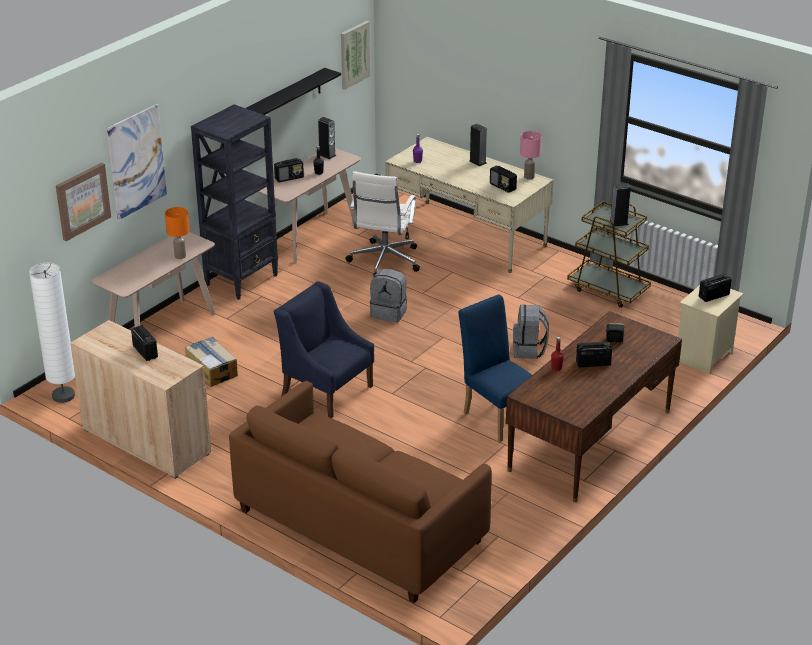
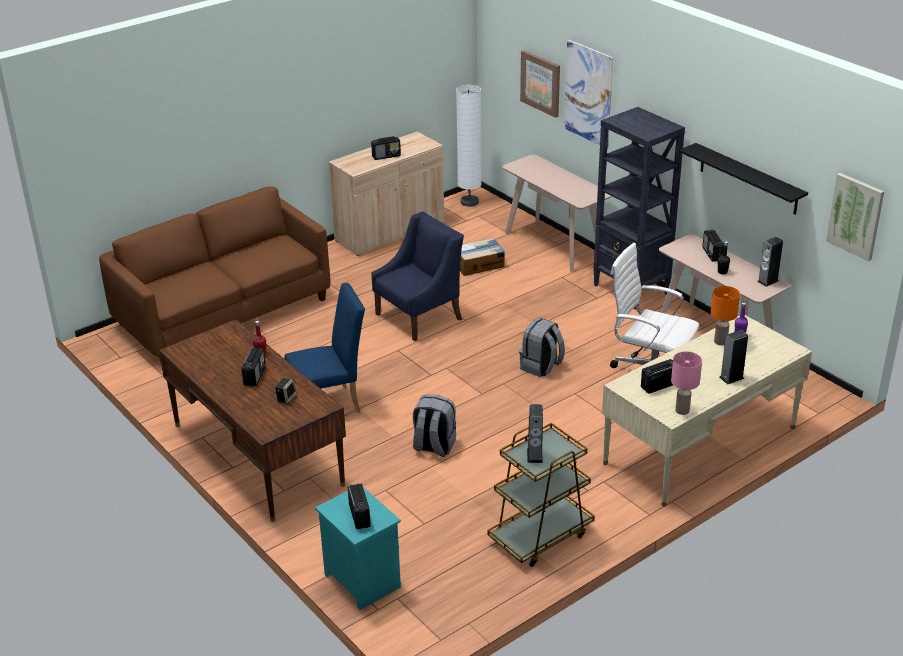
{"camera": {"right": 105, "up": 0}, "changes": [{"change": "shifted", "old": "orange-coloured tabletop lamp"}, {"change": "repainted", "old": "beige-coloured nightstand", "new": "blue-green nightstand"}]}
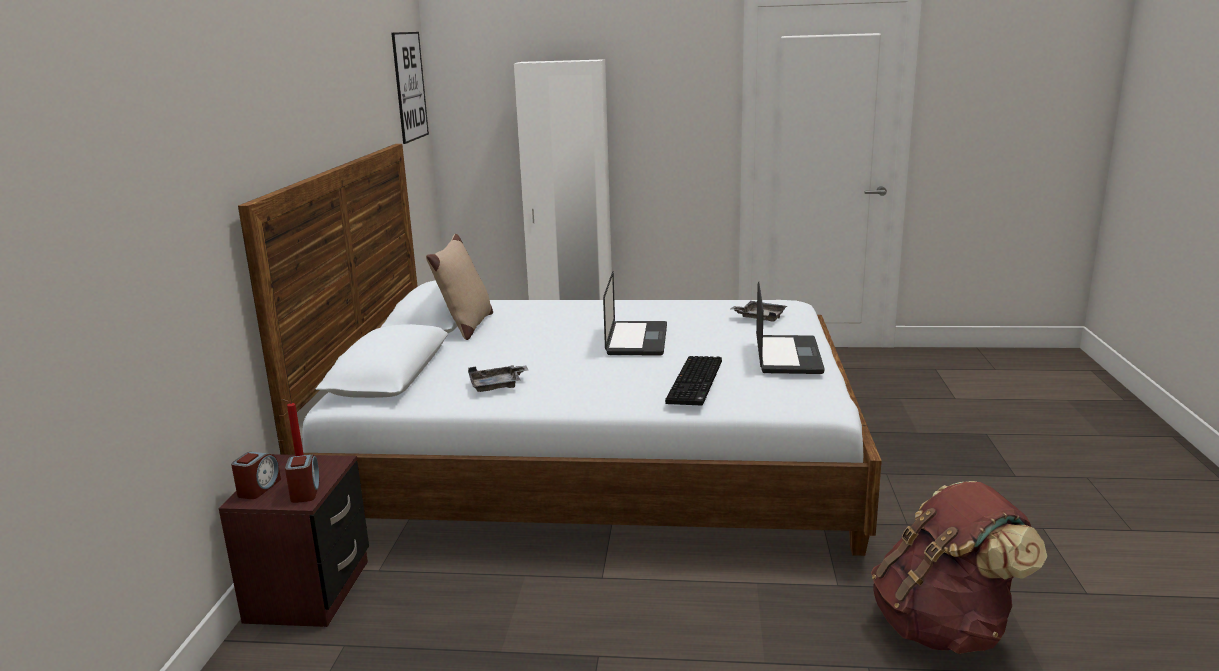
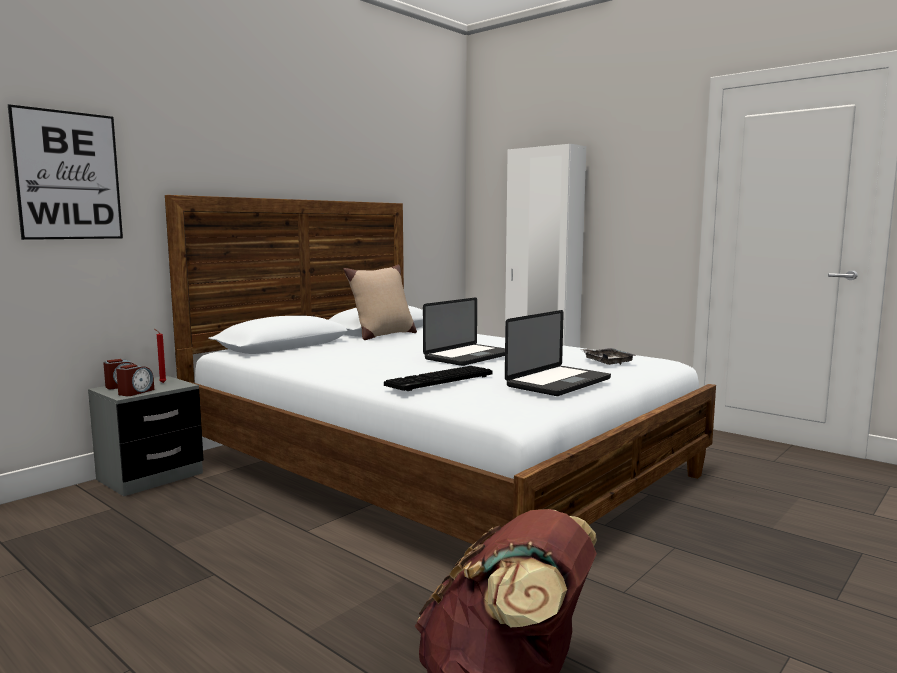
{"camera": {"right": 35, "up": -10}, "changes": [{"change": "repainted", "old": "brown nightstand", "new": "gray nightstand"}, {"change": "shifted", "old": "wall art"}, {"change": "gone", "old": "gray carrying tray (no. 1 from left)"}]}
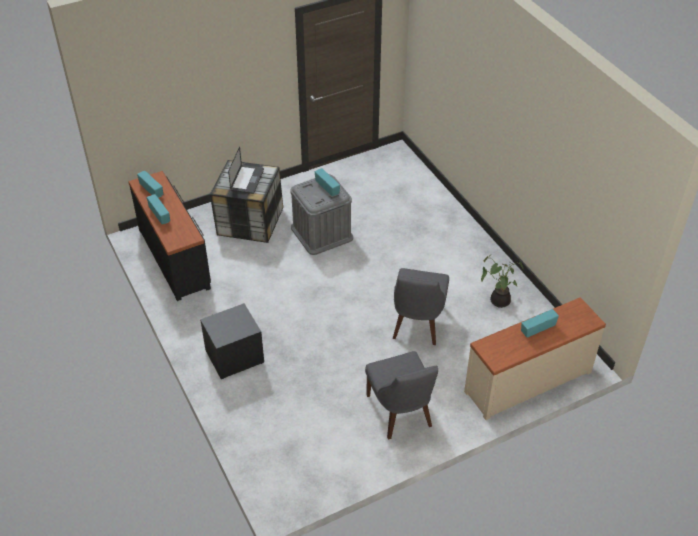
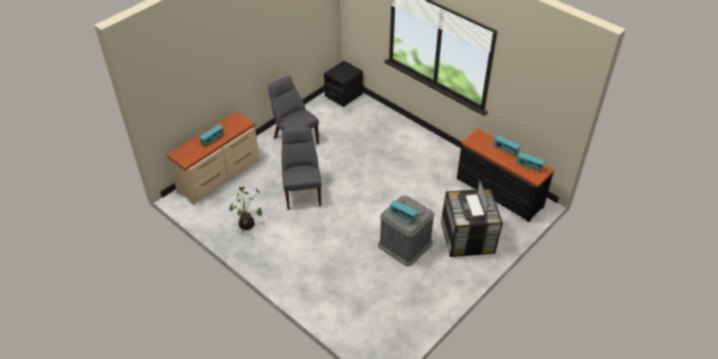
{"camera": {"right": 160, "up": 0}, "changes": [{"change": "shifted", "old": "black-coloured nightstand"}]}
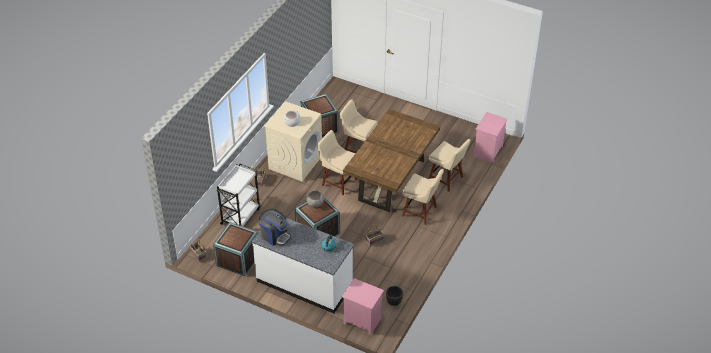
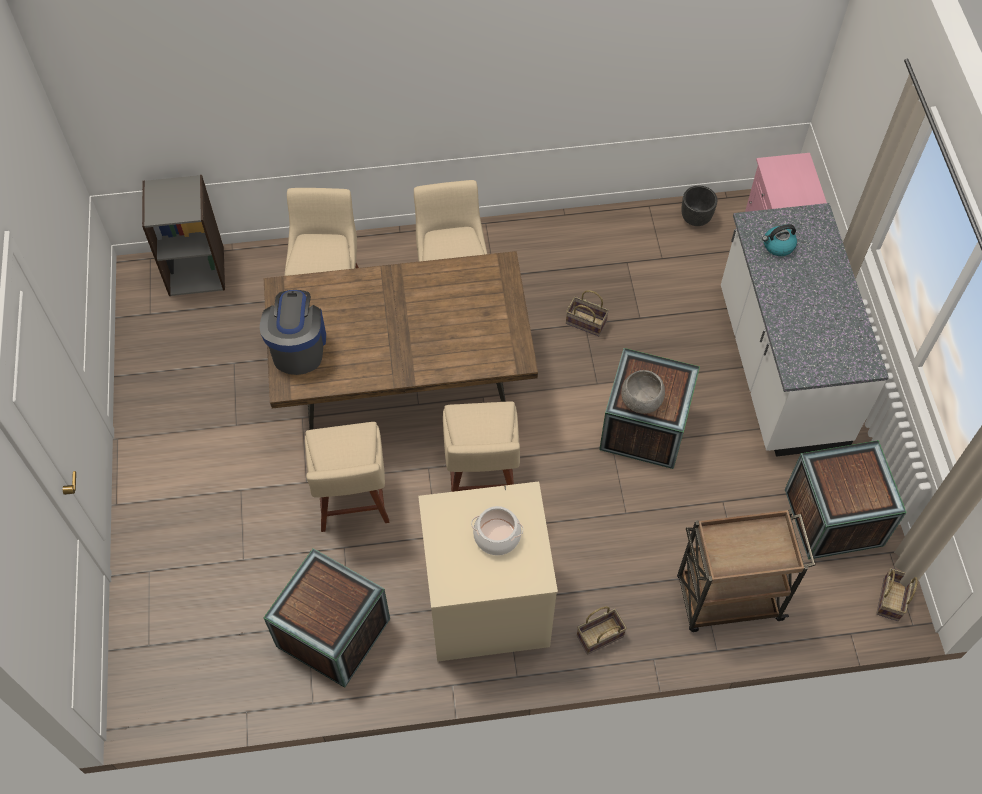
{"camera": {"right": -125, "up": 15}, "changes": [{"change": "repainted", "old": "white cart", "new": "brown cart"}, {"change": "shifted", "old": "coffee machine"}, {"change": "swapped", "old": "pink nightstand (no. 2 from left)", "new": "gray shelving unit"}]}
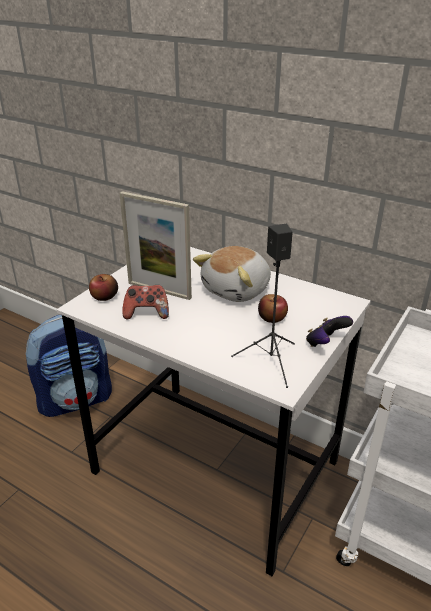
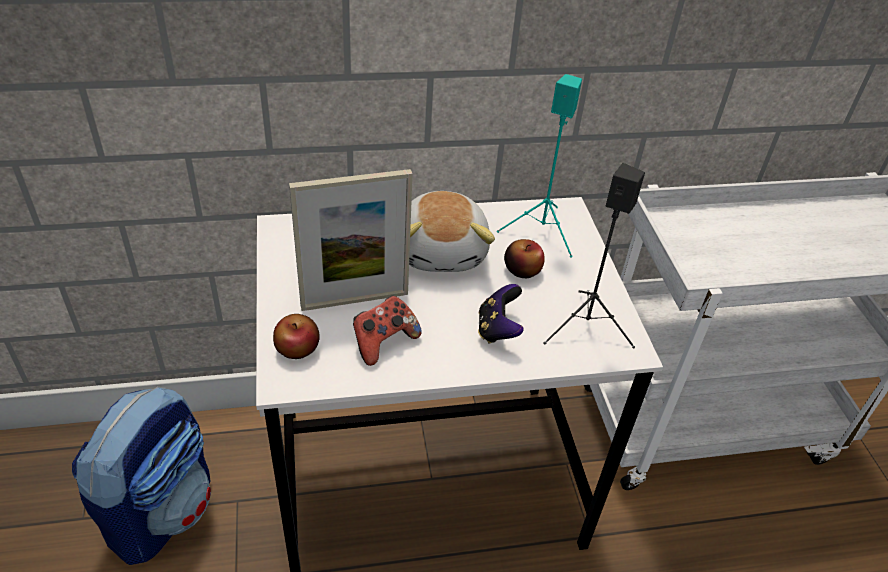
{"camera": {"right": -45, "up": 10}, "changes": [{"change": "shifted", "old": "joypad (no. 2 from left)"}, {"change": "new", "new": "blue-green audio speaker"}]}
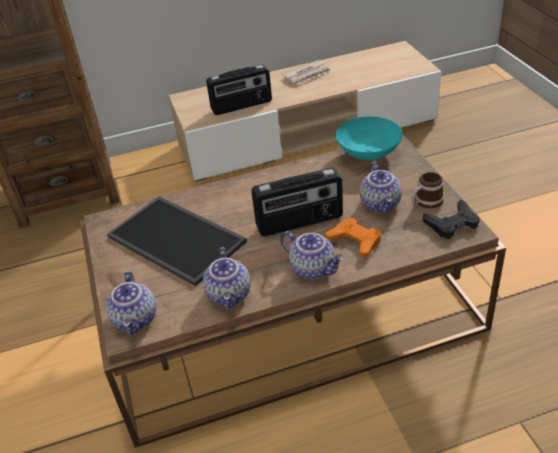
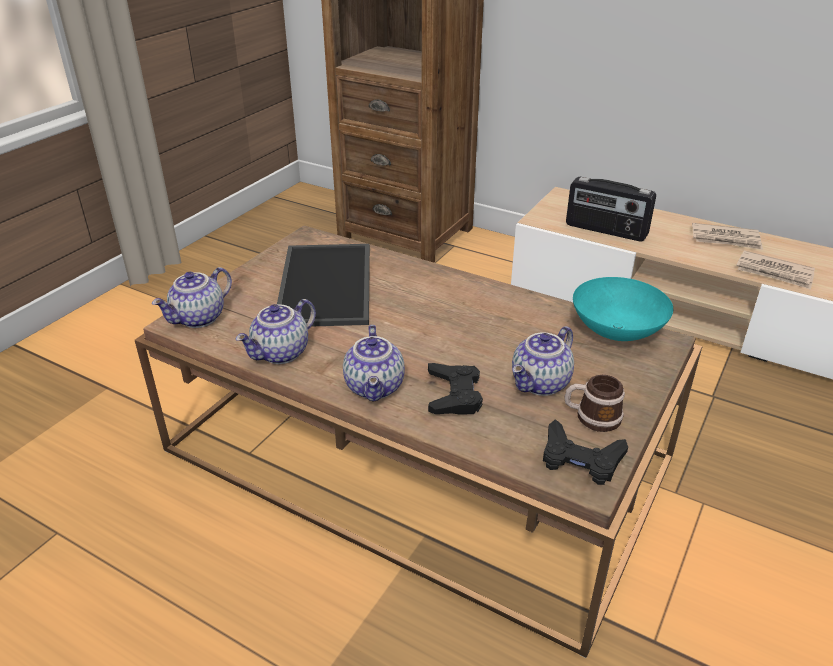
{"camera": {"right": 45, "up": -5}, "changes": [{"change": "gone", "old": "radio (no. 2 from left)"}, {"change": "repainted", "old": "orange-coloured joypad", "new": "black-coloured joypad (no. 1 from left)"}, {"change": "new", "new": "printed paper (no. 2 from left)"}]}
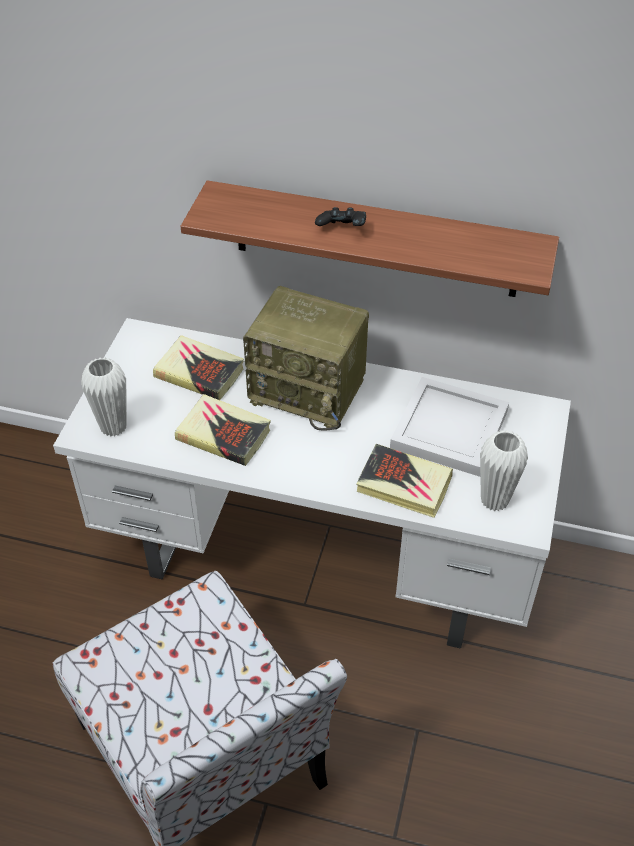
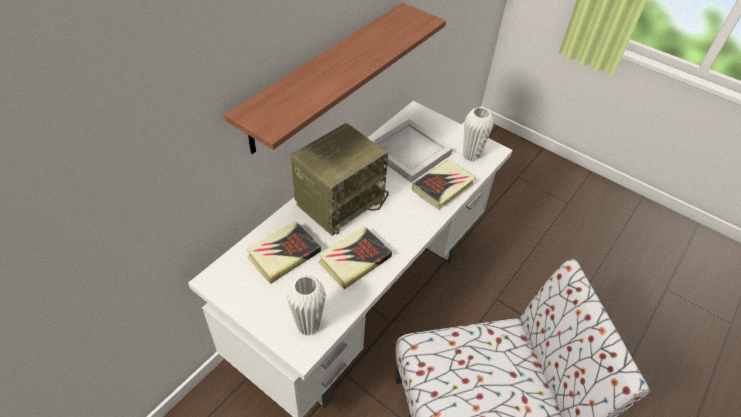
{"camera": {"right": -70, "up": 0}, "changes": [{"change": "gone", "old": "black-coloured joypad"}]}
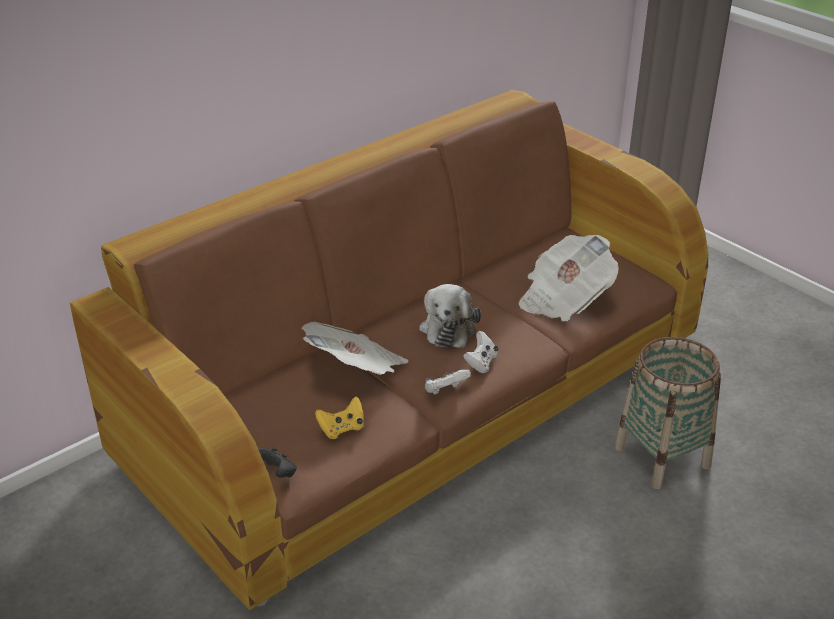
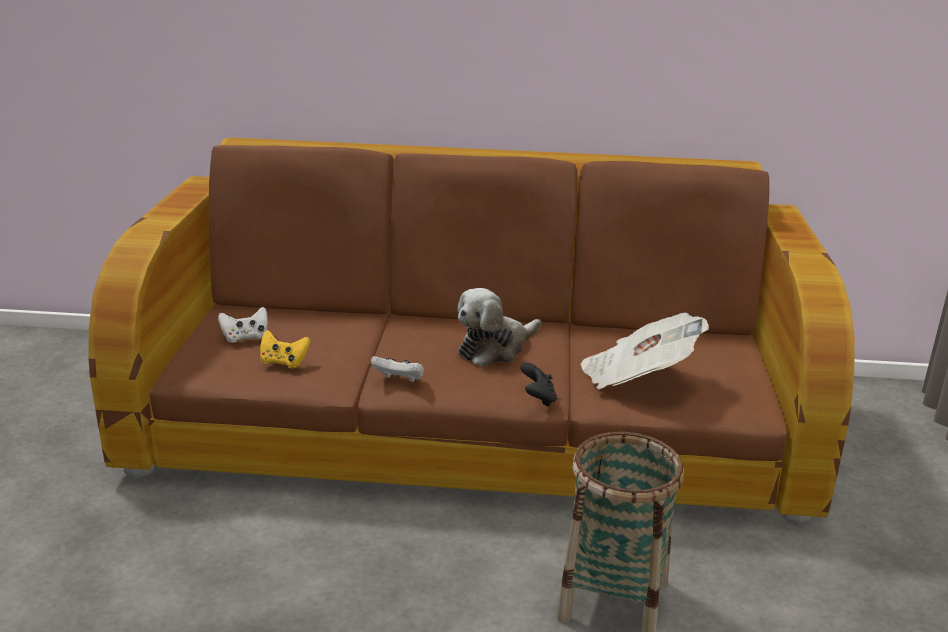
{"camera": {"right": 45, "up": -10}, "changes": [{"change": "shifted", "old": "black-coloured joypad"}, {"change": "gone", "old": "printed paper (no. 1 from left)"}, {"change": "shifted", "old": "white joypad (no. 2 from left in the first image)", "new": "white joypad (no. 1 from left)"}]}
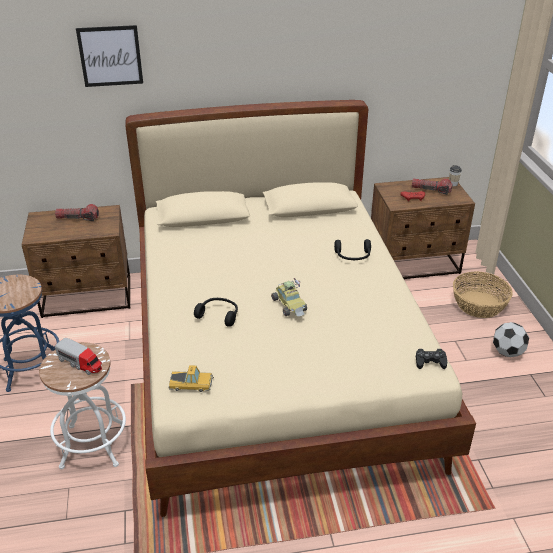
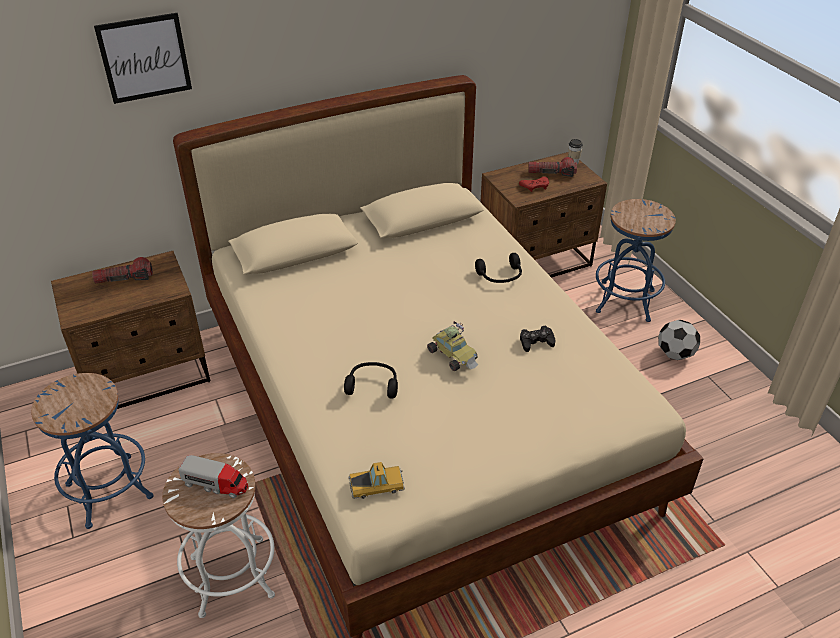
{"camera": {"right": -15, "up": 5}, "changes": [{"change": "shifted", "old": "black-coloured joypad"}, {"change": "swapped", "old": "household basket", "new": "blue-coloured sitting stool (no. 2 from left)"}]}
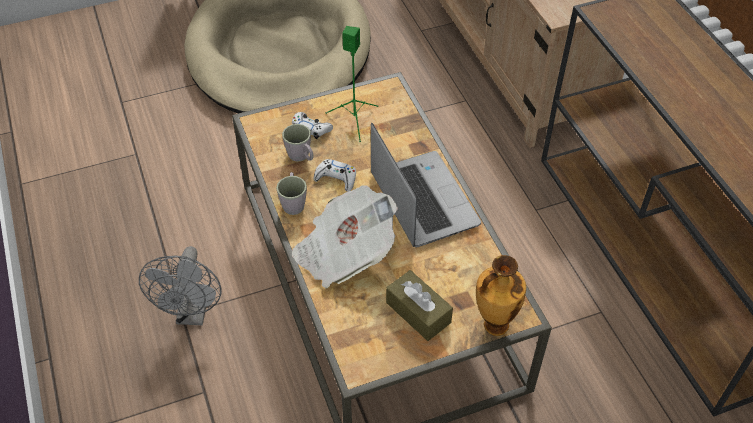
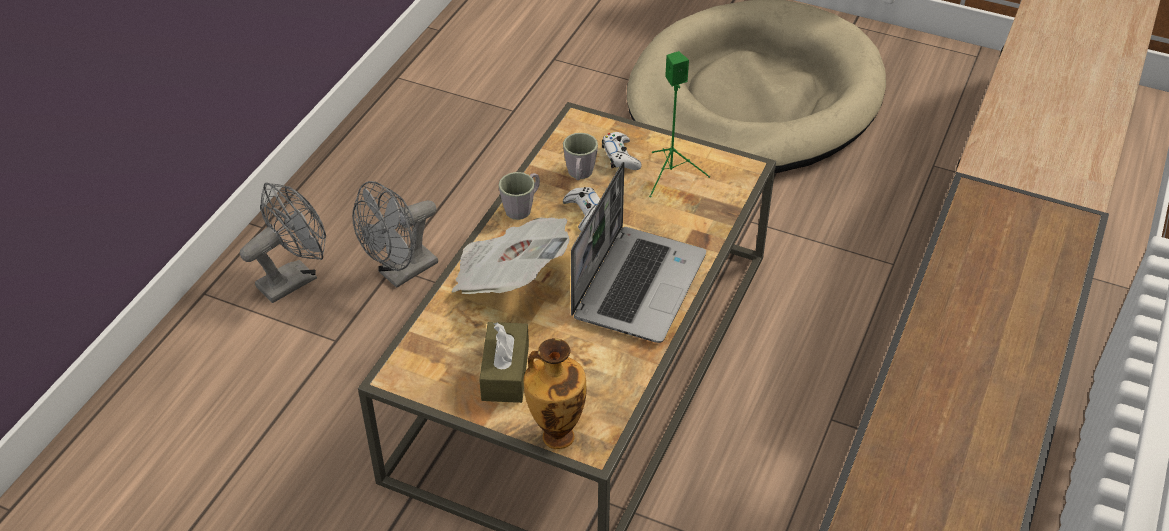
{"camera": {"right": 45, "up": -5}, "changes": [{"change": "new", "new": "gray electric fan (no. 1 from left)"}]}
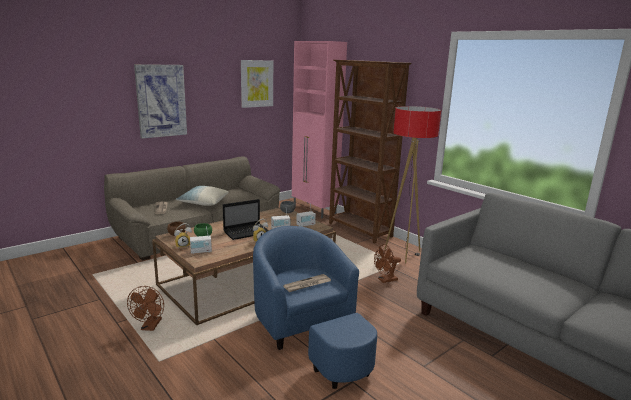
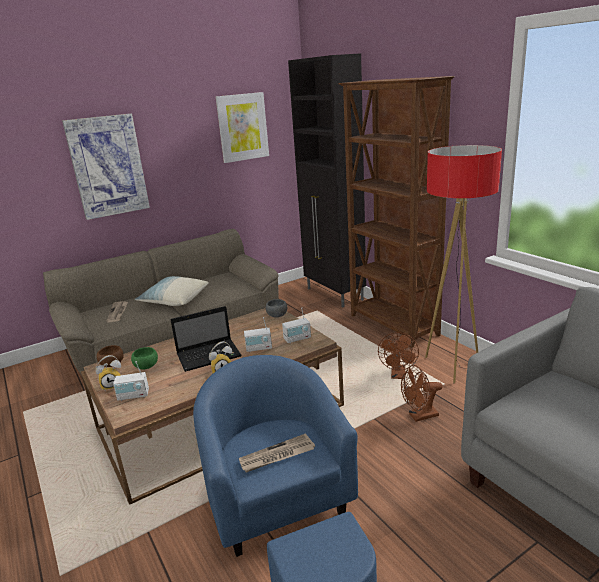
{"camera": {"right": 10, "up": 5}, "changes": [{"change": "shifted", "old": "brown electric fan (no. 1 from left)"}, {"change": "repainted", "old": "pink cupboard", "new": "black-coloured cupboard"}]}
